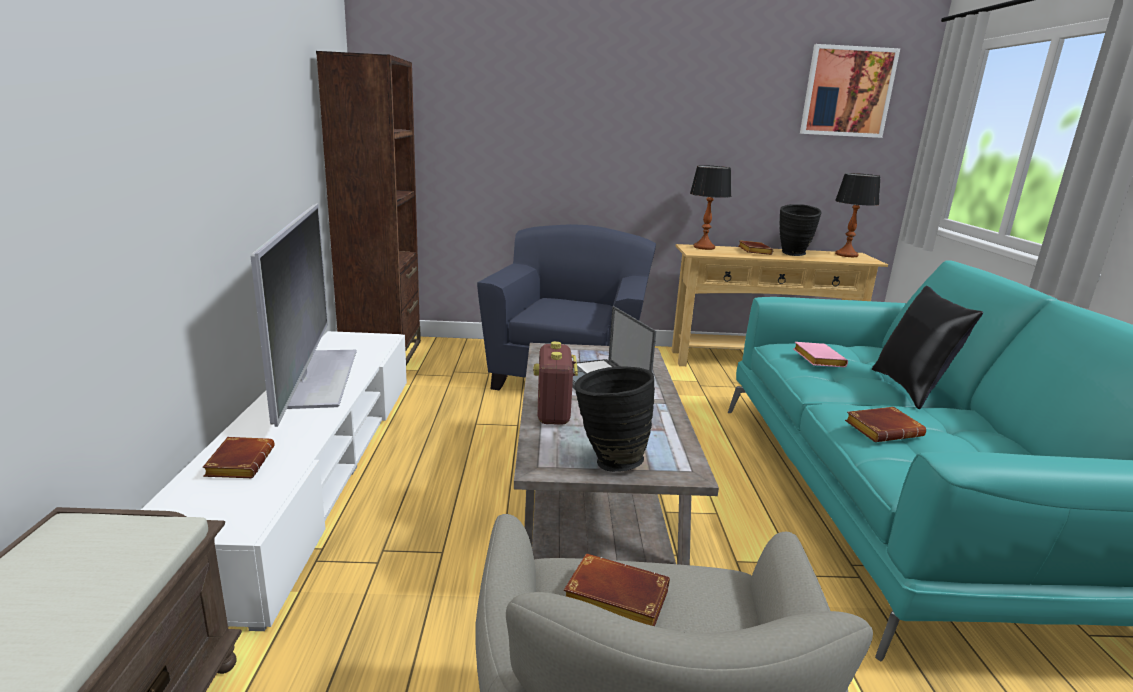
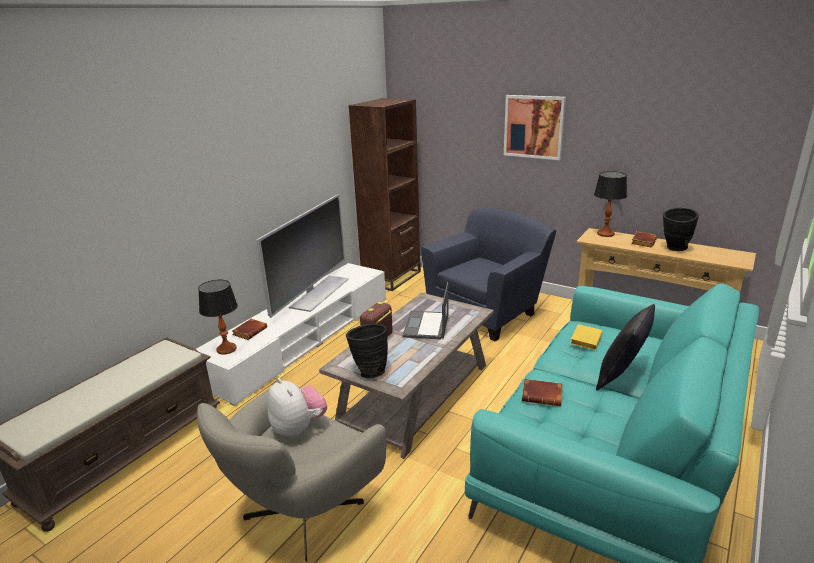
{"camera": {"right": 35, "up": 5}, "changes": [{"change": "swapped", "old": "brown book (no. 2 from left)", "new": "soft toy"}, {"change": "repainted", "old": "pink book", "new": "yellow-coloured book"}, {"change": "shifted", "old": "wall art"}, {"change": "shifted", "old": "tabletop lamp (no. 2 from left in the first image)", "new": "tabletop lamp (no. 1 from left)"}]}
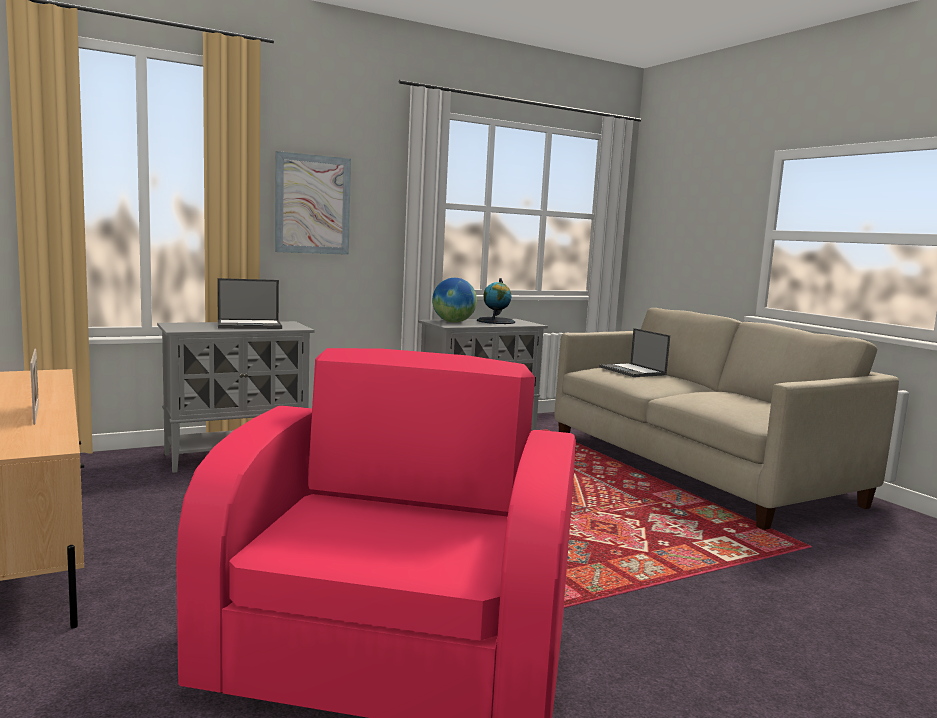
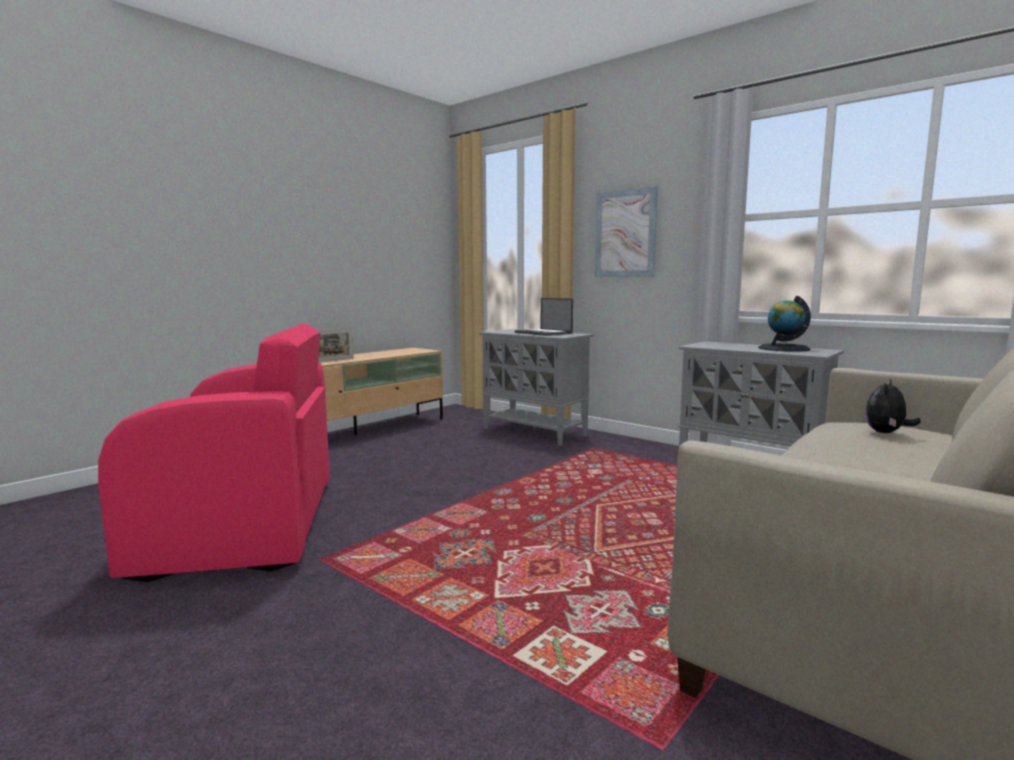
{"camera": {"right": 70, "up": 0}, "changes": [{"change": "gone", "old": "world globe (no. 1 from left)"}, {"change": "swapped", "old": "portable computer (no. 2 from left)", "new": "soft toy"}]}
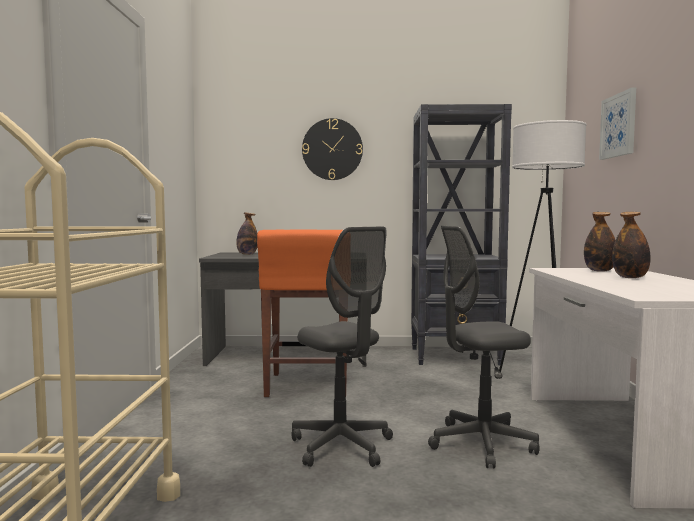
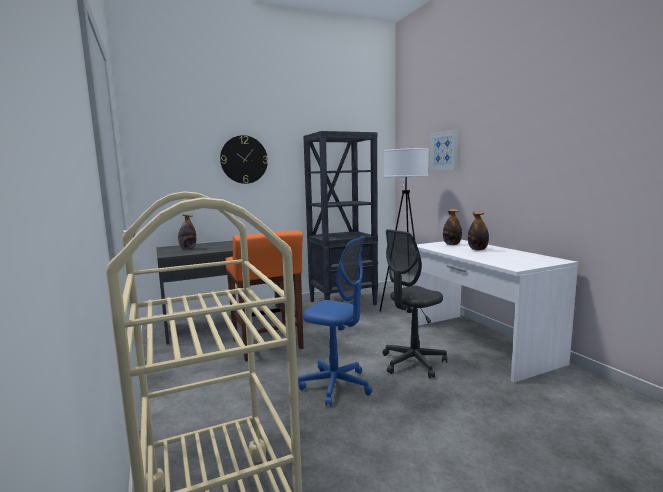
{"camera": {"right": -25, "up": 5}, "changes": [{"change": "repainted", "old": "gray office chair (no. 1 from left)", "new": "blue-coloured office chair"}]}
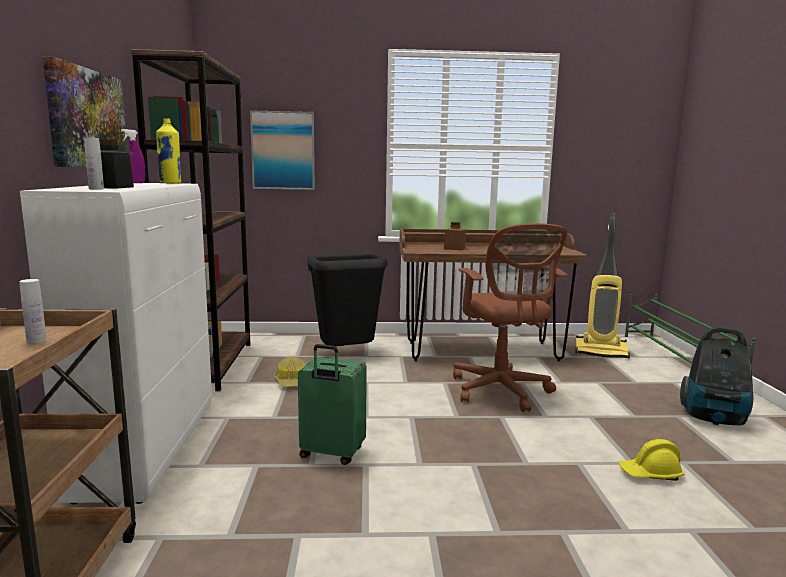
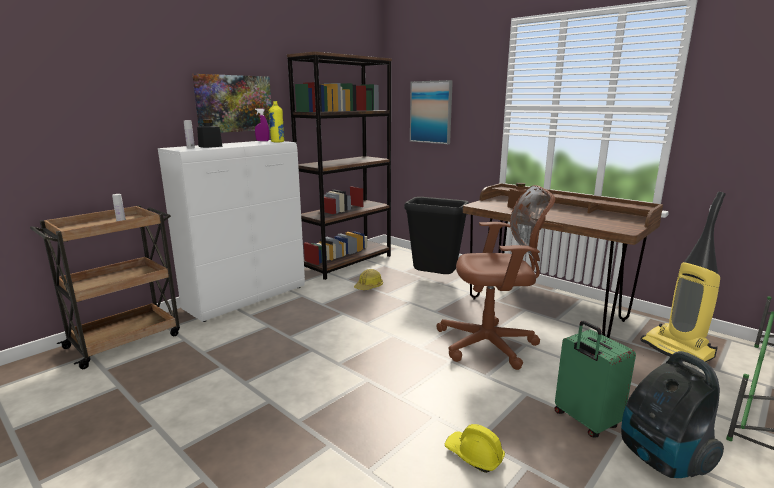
{"camera": {"right": 45, "up": 5}, "changes": [{"change": "shifted", "old": "greenish travel case"}, {"change": "rotated", "old": "brown office chair", "degrees": -120}]}
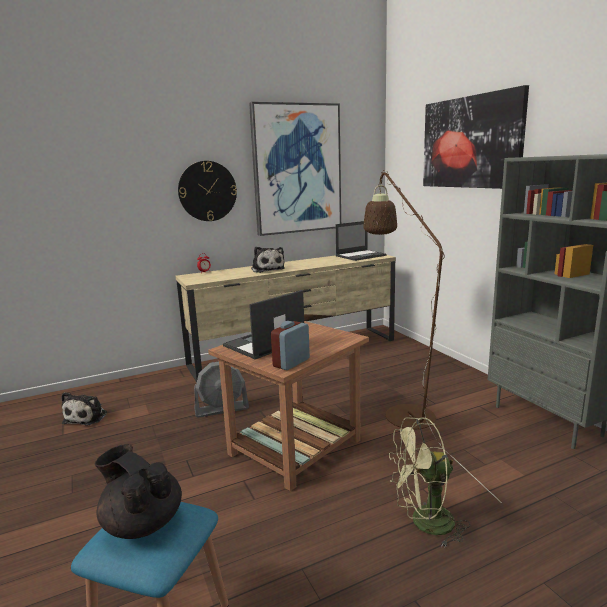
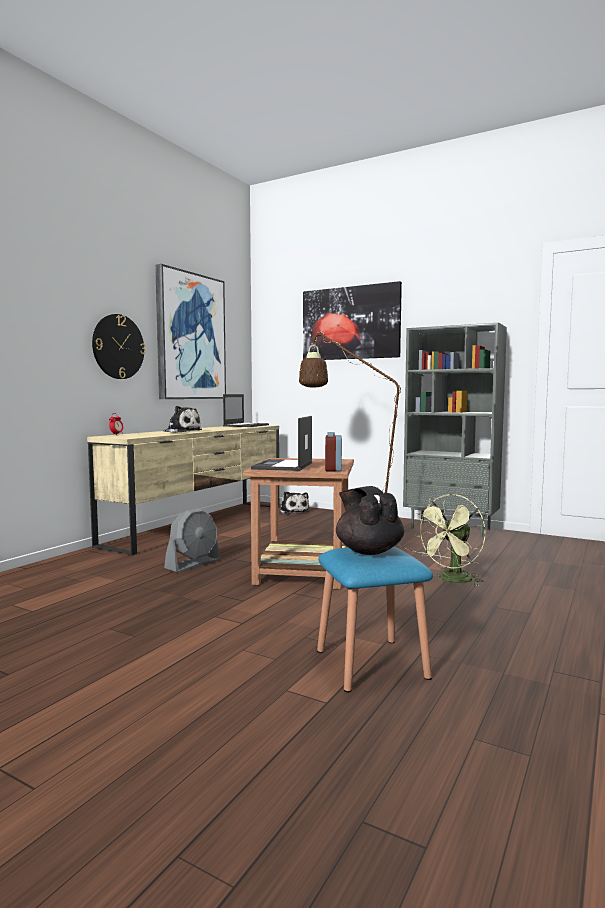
{"camera": {"right": -35, "up": -10}, "changes": [{"change": "shifted", "old": "soft toy (no. 1 from left in the first image)", "new": "soft toy (no. 2 from left)"}, {"change": "rotated", "old": "black-coloured teapot", "degrees": 60}]}
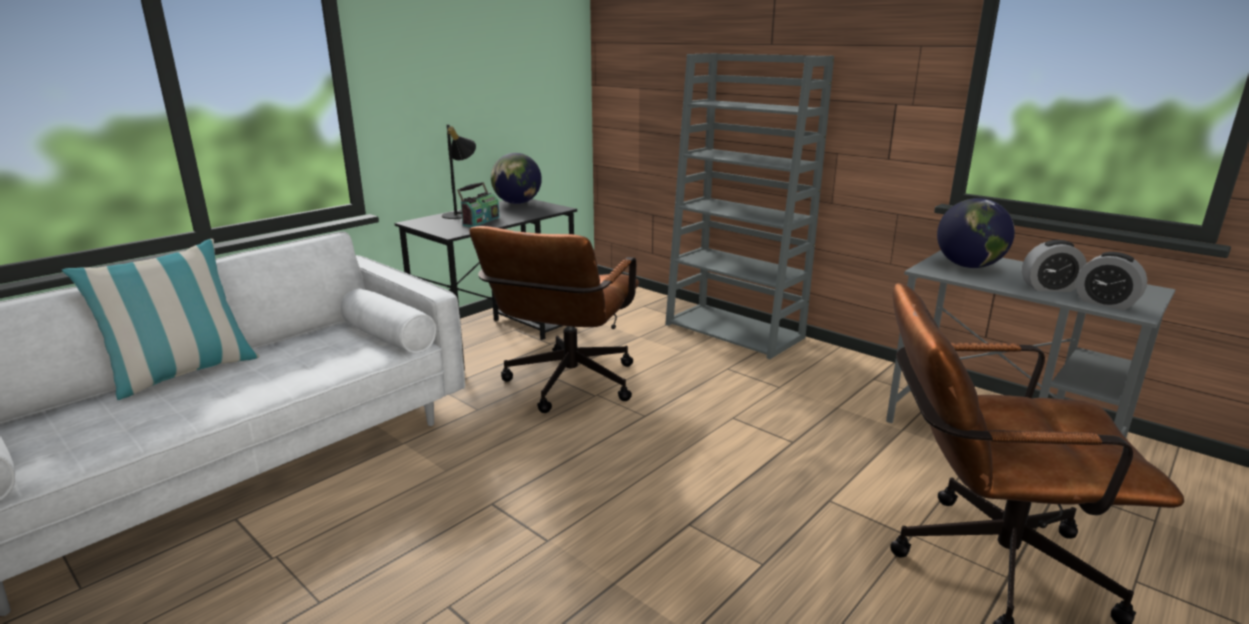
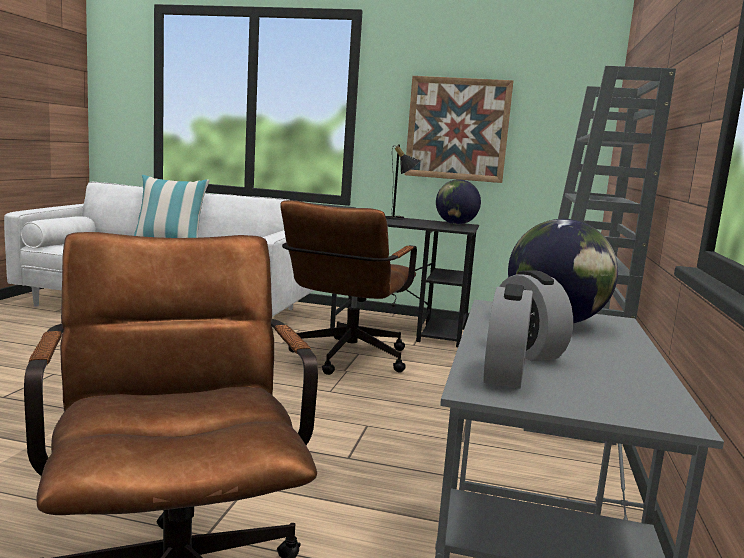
{"camera": {"right": 60, "up": -10}, "changes": [{"change": "gone", "old": "radio"}, {"change": "rotated", "old": "brown office chair (no. 1 from left in the first image)", "degrees": -60}, {"change": "new", "new": "wall art"}]}
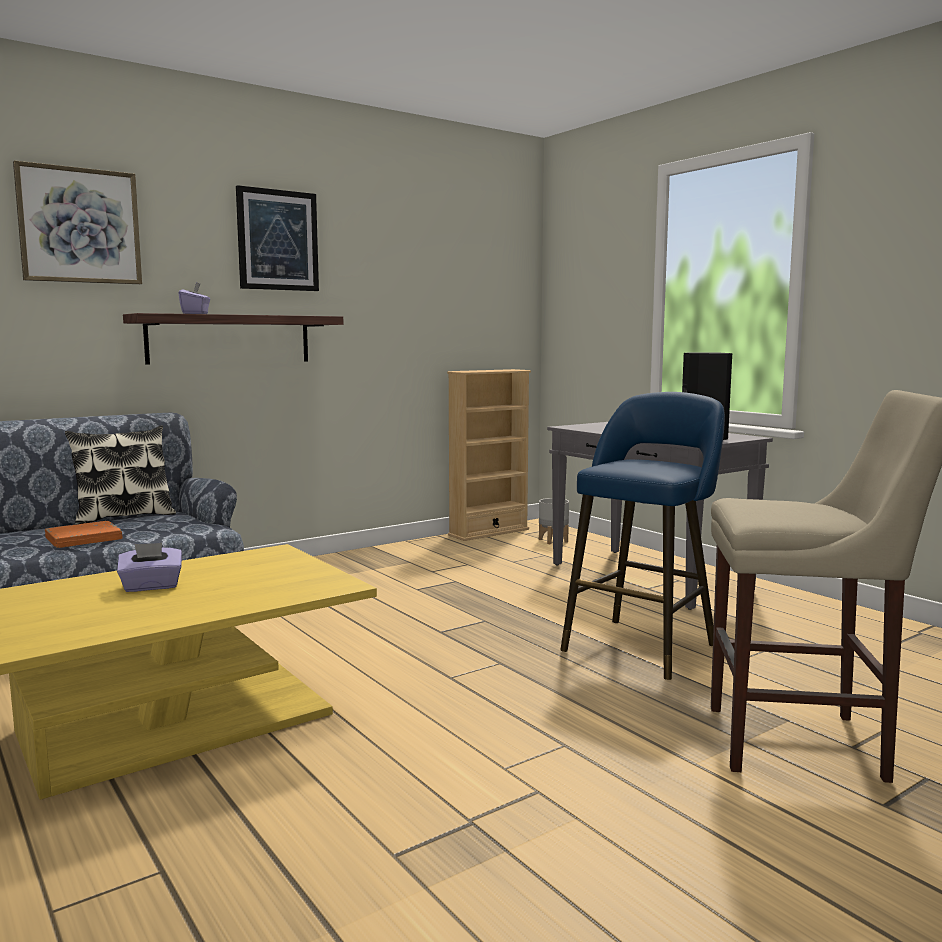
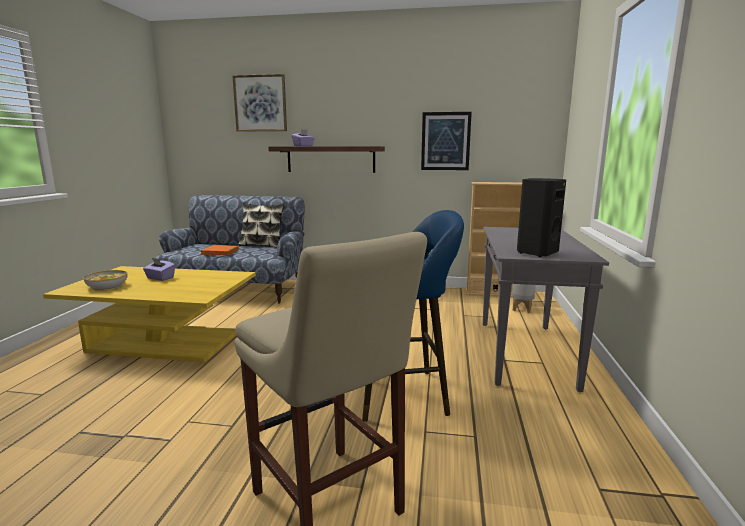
{"camera": {"right": 45, "up": 5}, "changes": [{"change": "shifted", "old": "wall art (no. 2 from left)"}, {"change": "new", "new": "bowl"}]}
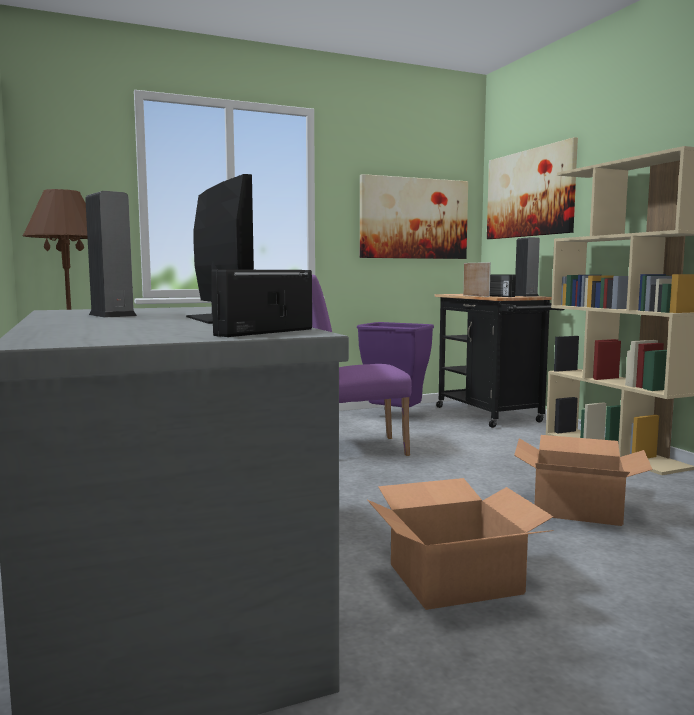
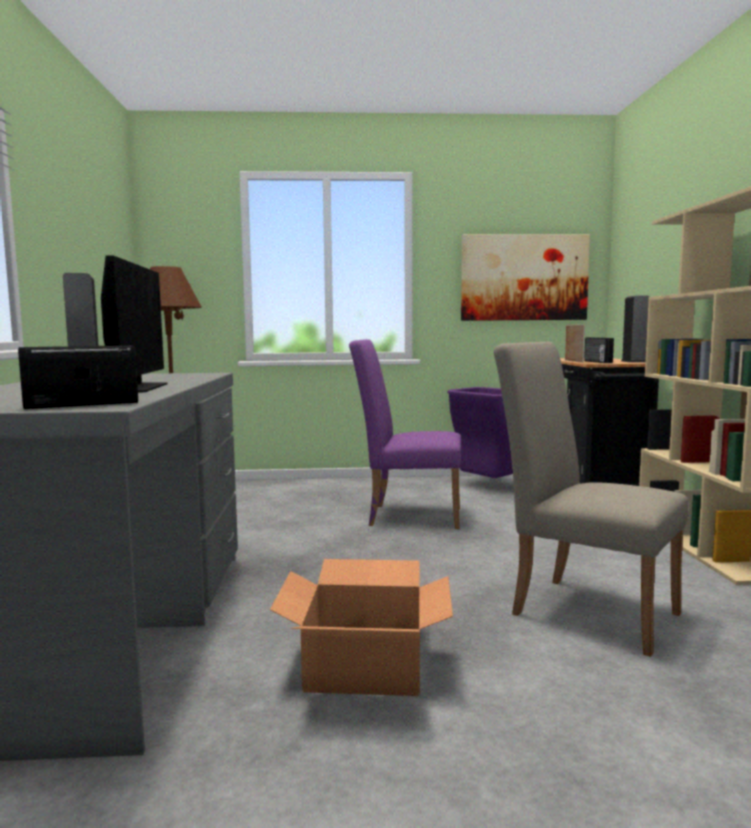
{"camera": {"right": 20, "up": 0}, "changes": [{"change": "gone", "old": "wall art (no. 2 from left)"}, {"change": "swapped", "old": "carton (no. 2 from left)", "new": "beige-coloured upright chair"}]}
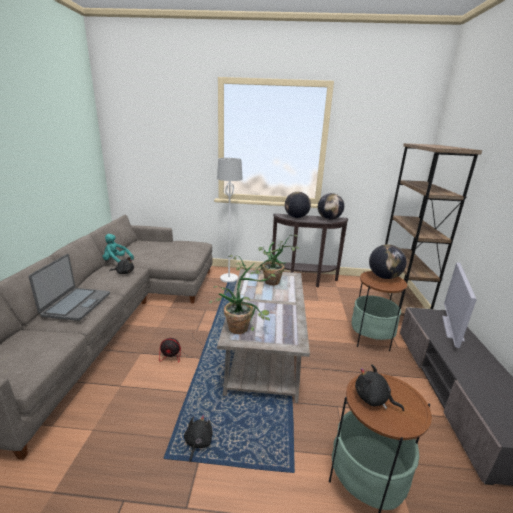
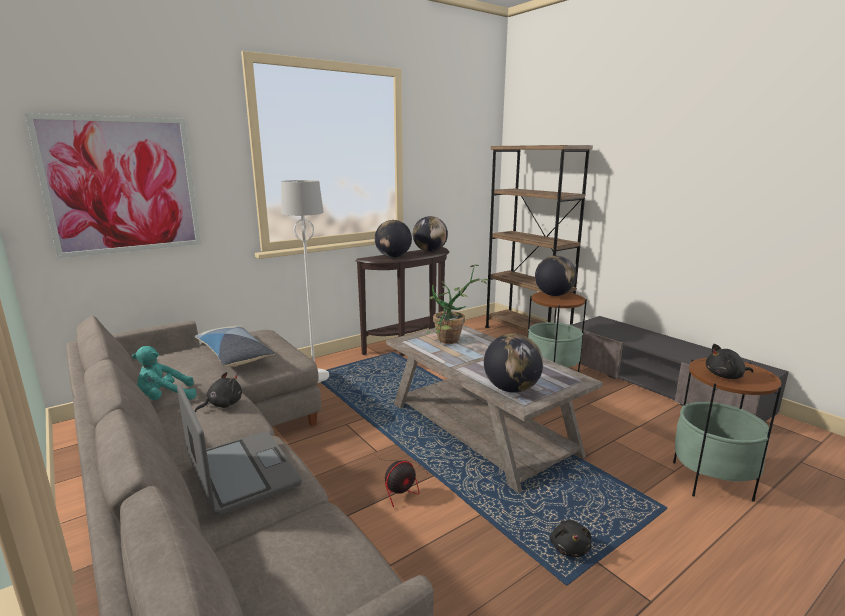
{"camera": {"right": -40, "up": -5}, "changes": [{"change": "rotated", "old": "black-coloured soft toy (no. 2 from left)", "degrees": -150}, {"change": "swapped", "old": "potted plant (no. 1 from left)", "new": "world globe (no. 3 from left)"}, {"change": "gone", "old": "TV"}, {"change": "new", "new": "wall art"}, {"change": "new", "new": "cushion"}]}
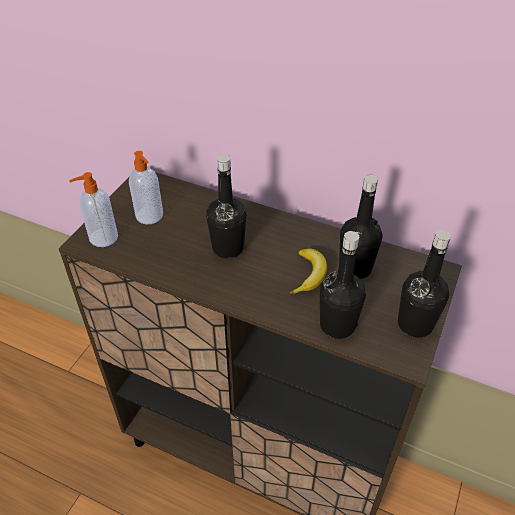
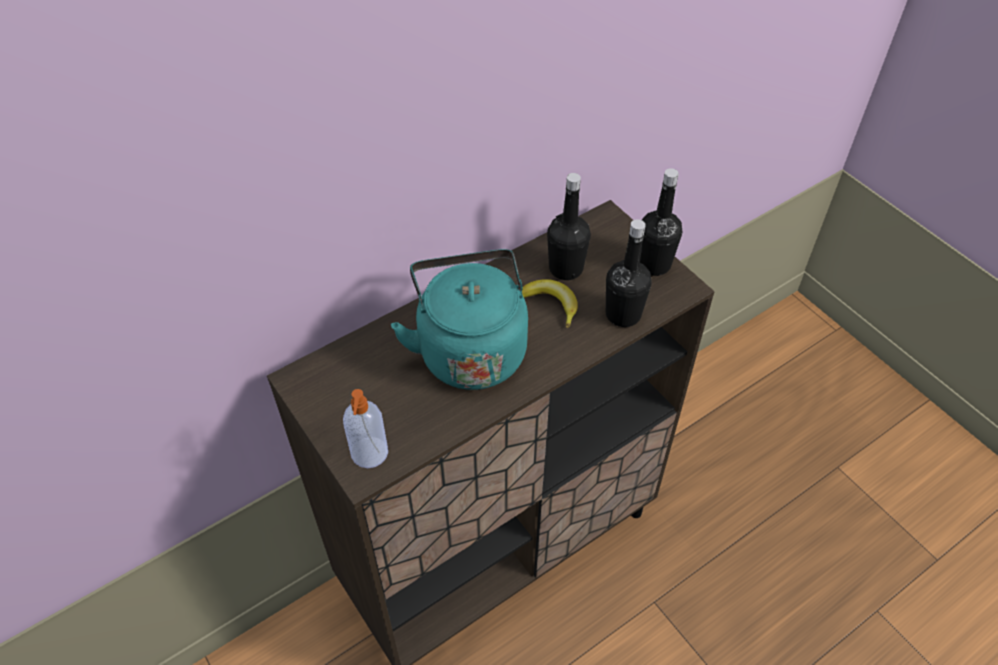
{"camera": {"right": -60, "up": 5}, "changes": [{"change": "gone", "old": "soap dispenser (no. 2 from left)"}, {"change": "swapped", "old": "black-coloured bottle (no. 1 from left)", "new": "blue-green kettle"}]}
